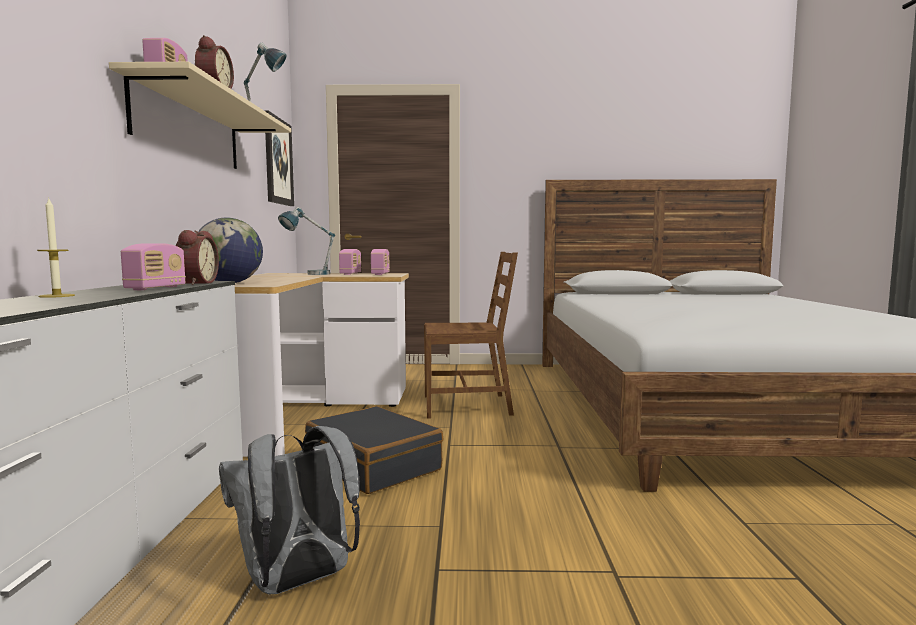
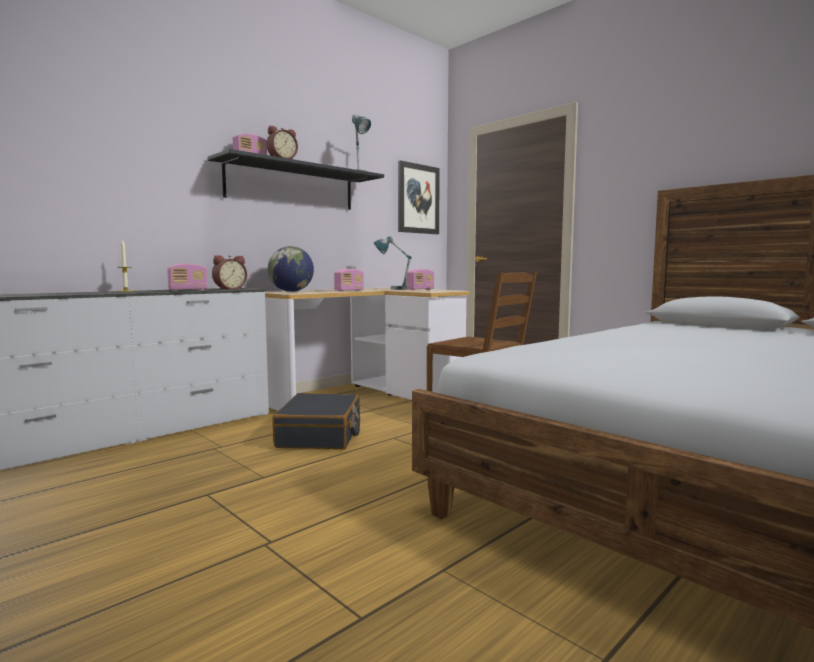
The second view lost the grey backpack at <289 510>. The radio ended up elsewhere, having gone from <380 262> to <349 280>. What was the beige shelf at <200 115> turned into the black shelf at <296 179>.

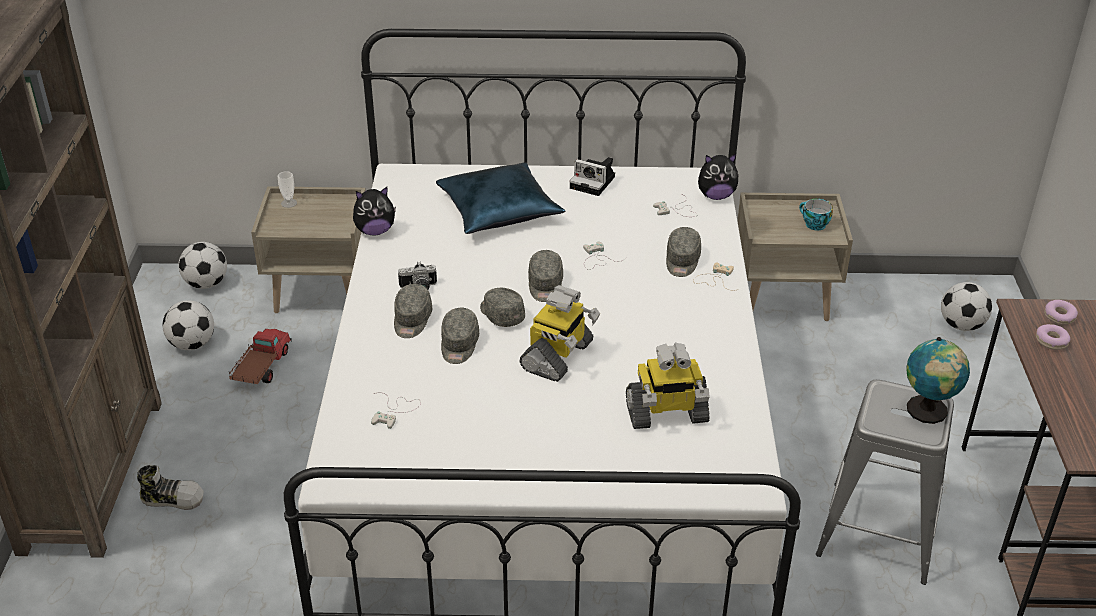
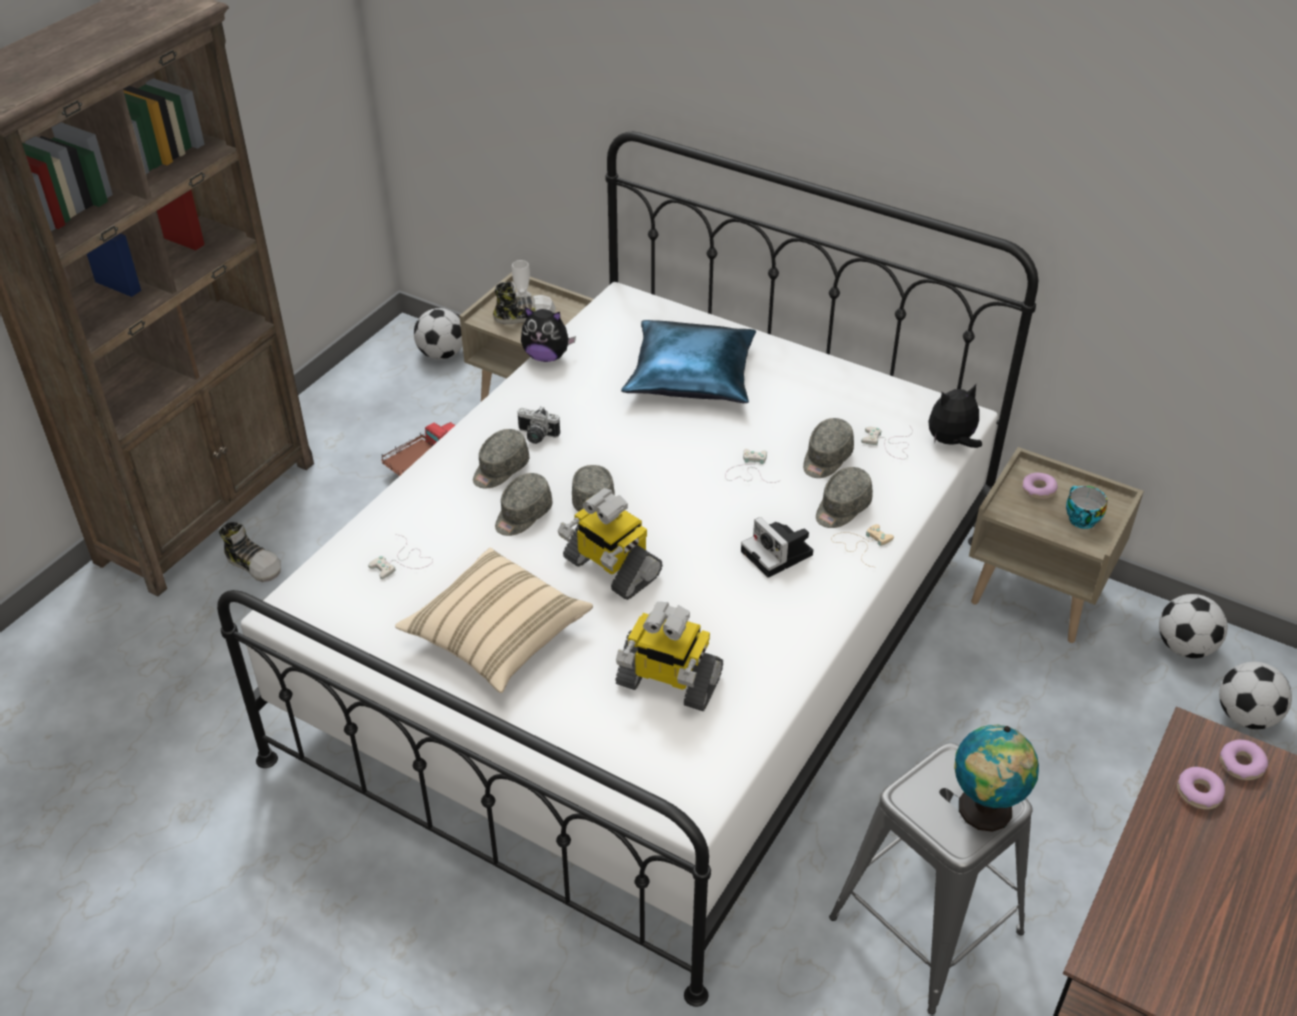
The second view gained the beige pillow at <494 620>. The second view gained the shoe at <524 302>. The second view gained the donut at <1040 486>. The football ended up elsewhere, having gone from <188 325> to <1193 626>. The grey cap ended up elsewhere, having gone from <545 276> to <828 448>. The photo camera ended up elsewhere, having gone from <592 176> to <777 547>. The toy robot at <559 333> ended up facing another way, 75 degrees clockwise from before. The plush toy at <718 177> ended up facing another way, 135 degrees clockwise from before.

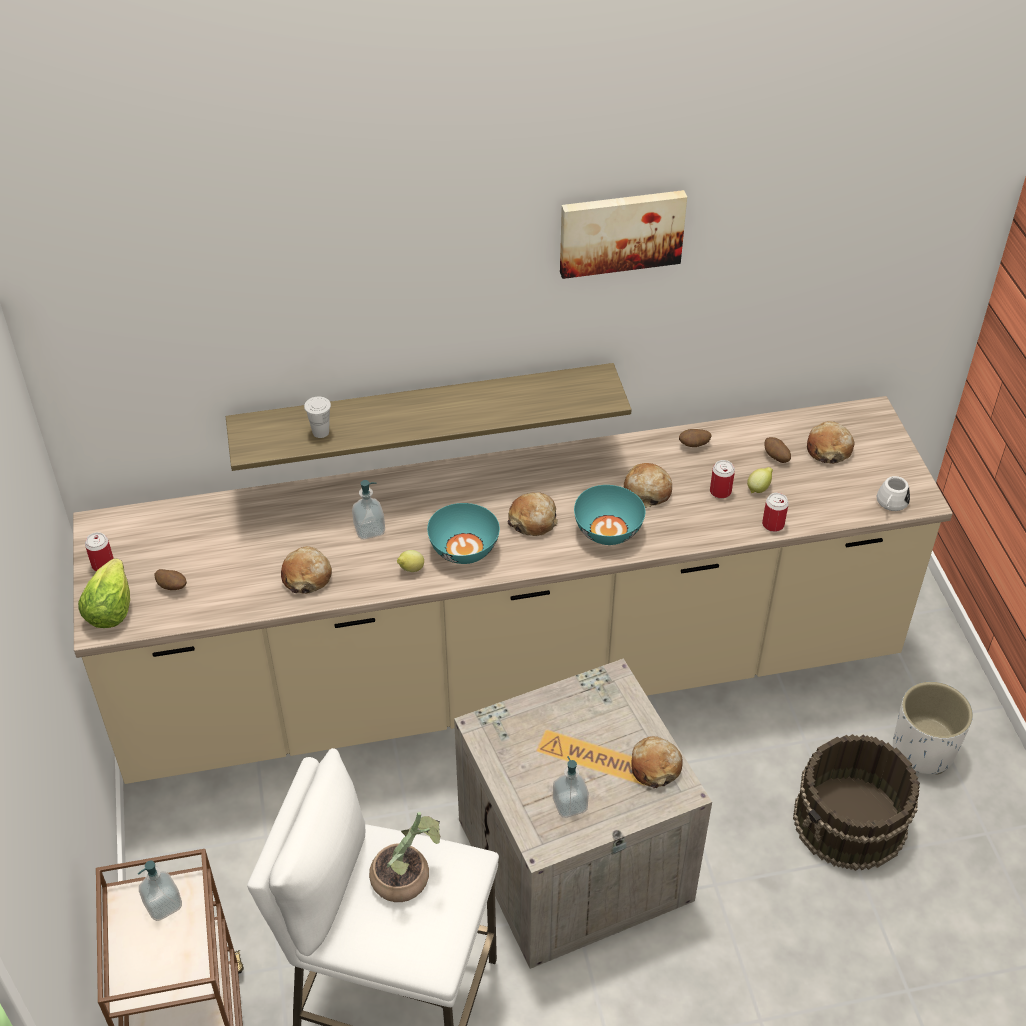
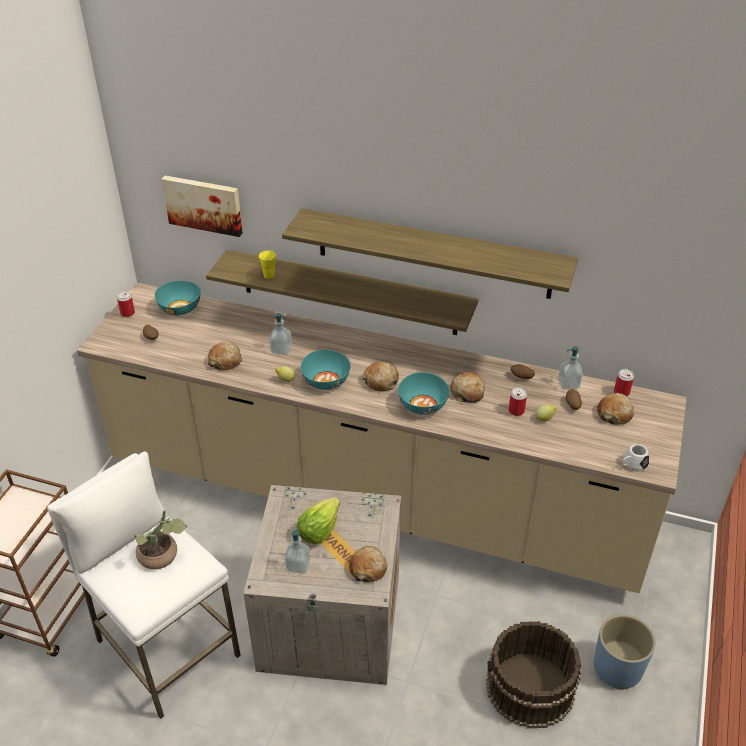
The second view gained the turquoise bowl at <178 298>. The second view gained the shelf at <430 253>. The lettuce ended up elsewhere, having gone from <104 593> to <318 521>. The soap dispenser ended up elsewhere, having gone from <160 890> to <570 367>. The picture ended up elsewhere, having gone from <623 234> to <202 206>. The can ended up elsewhere, having gone from <775 512> to <624 382>. What was the white cup at <317 417> turned into the yellow cup at <267 265>. What was the white planter at <933 728> turned into the blue planter at <625 652>.

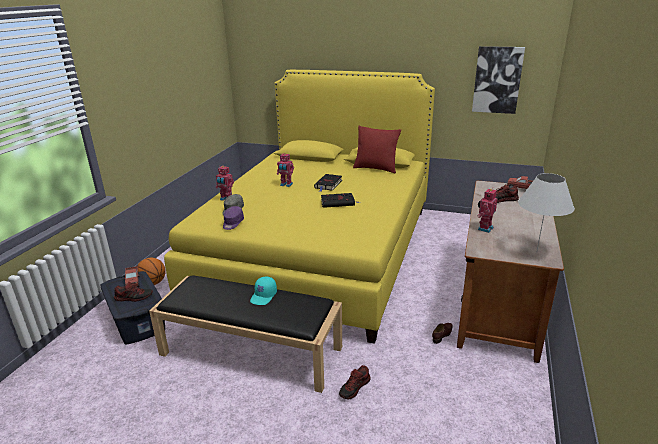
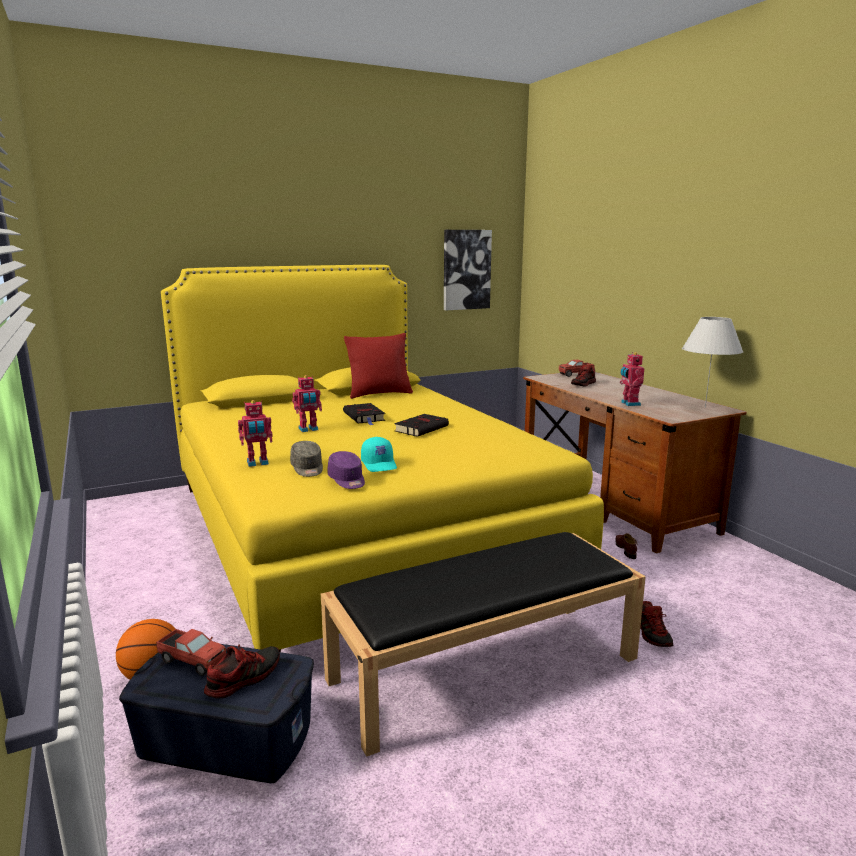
The turquoise cap ended up elsewhere, having gone from <263 291> to <379 454>.

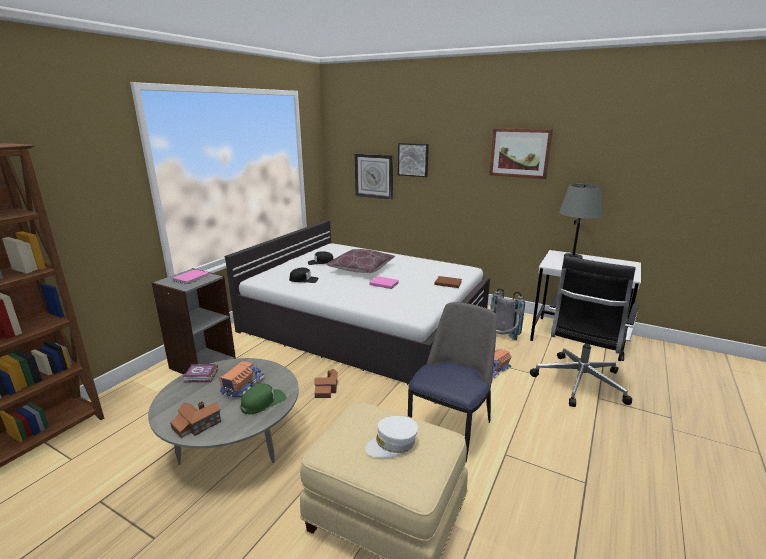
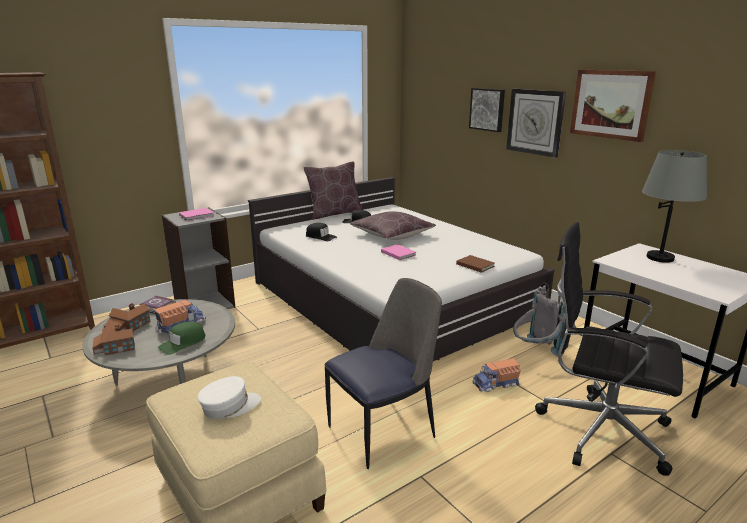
The second view gained the brown pillow at <333 191>. The toy house ended up elsewhere, having gone from <326 383> to <127 317>. The wall clock ended up elsewhere, having gone from <374 176> to <536 123>. The green cap at <263 399> ended up facing another way, 150 degrees clockwise from before. The white cap at <391 437> ended up facing another way, 150 degrees clockwise from before. The black office chair at <584 331> ended up facing another way, 60 degrees clockwise from before.

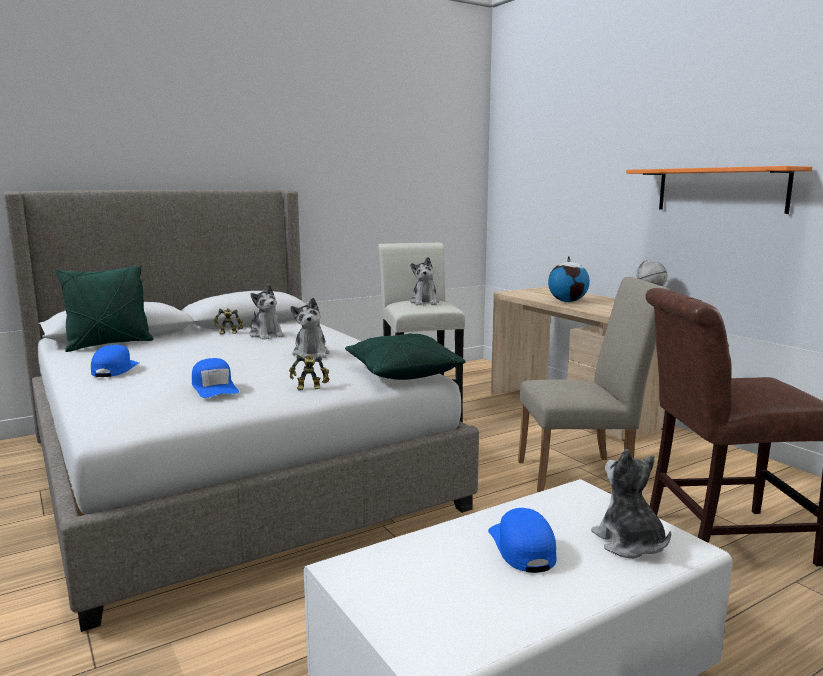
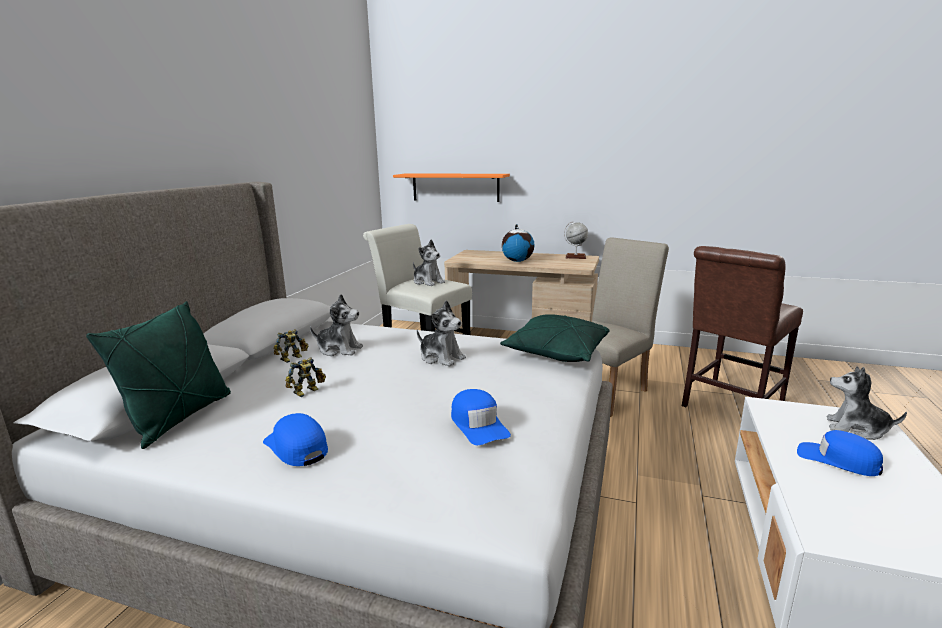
The toy robot ended up elsewhere, having gone from <309 372> to <305 377>. The orange shelf ended up elsewhere, having gone from <719 190> to <451 188>. The blue cap at <215 378> ended up facing another way, 45 degrees clockwise from before.

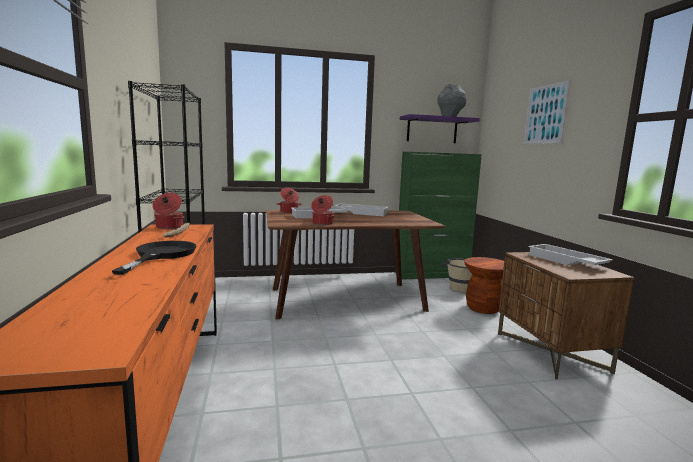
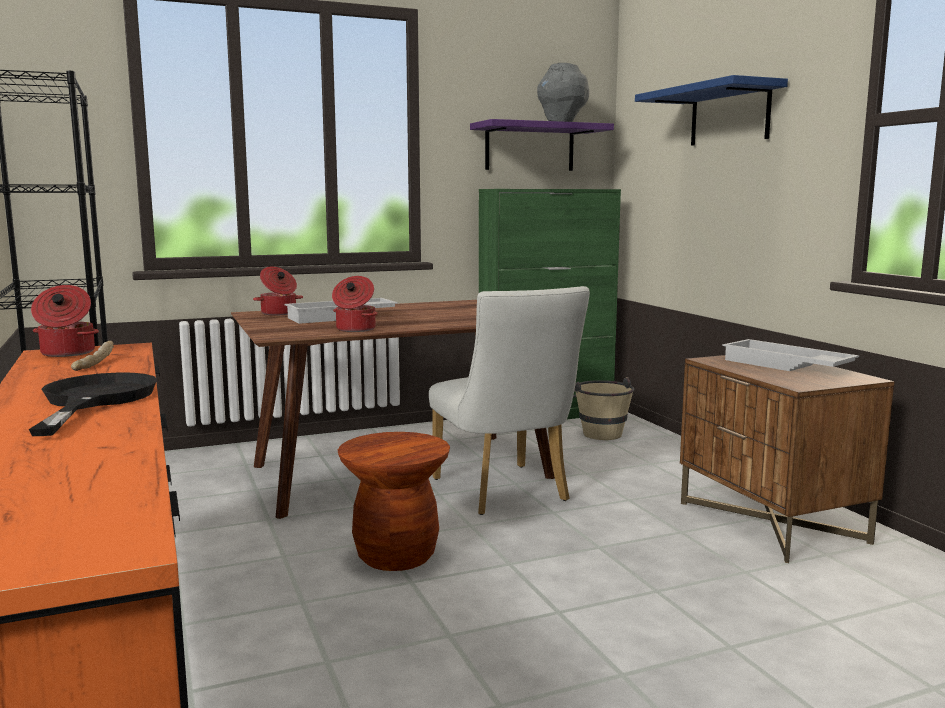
The second view lost the white tray at <361 210>. The second view gained the white chair at <509 400>. The brown stool ended up elsewhere, having gone from <484 285> to <394 501>. Where the picture hung at <547 112>, the blue shelf came to hang at <711 110>.

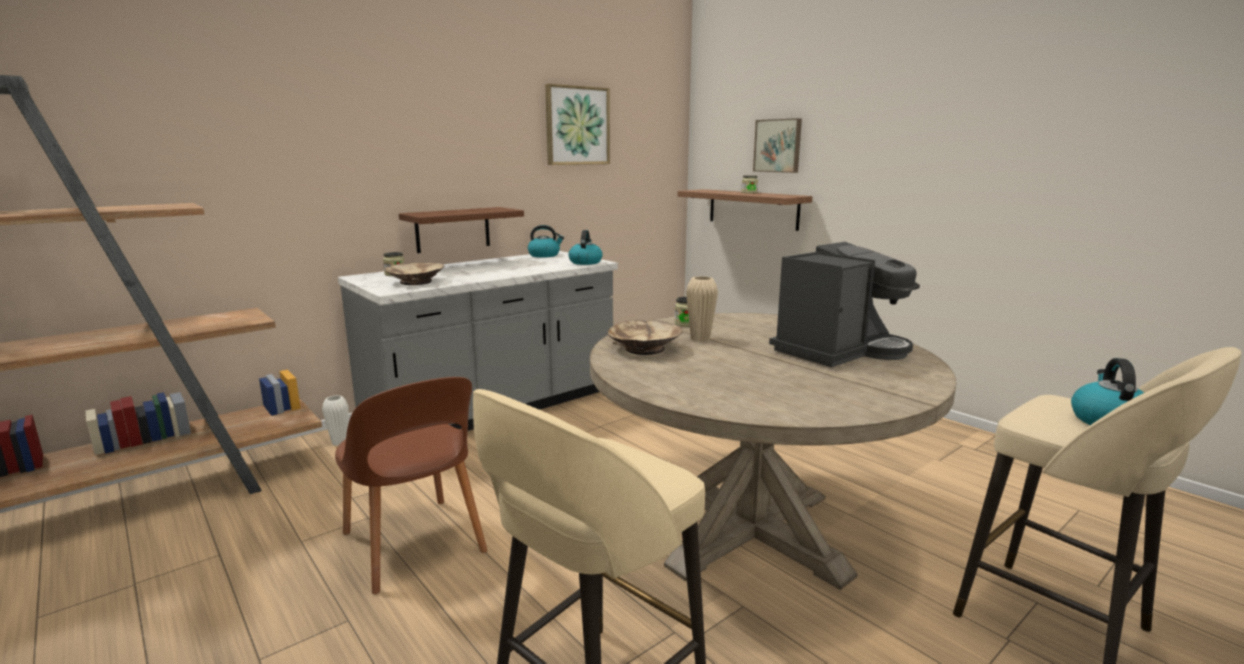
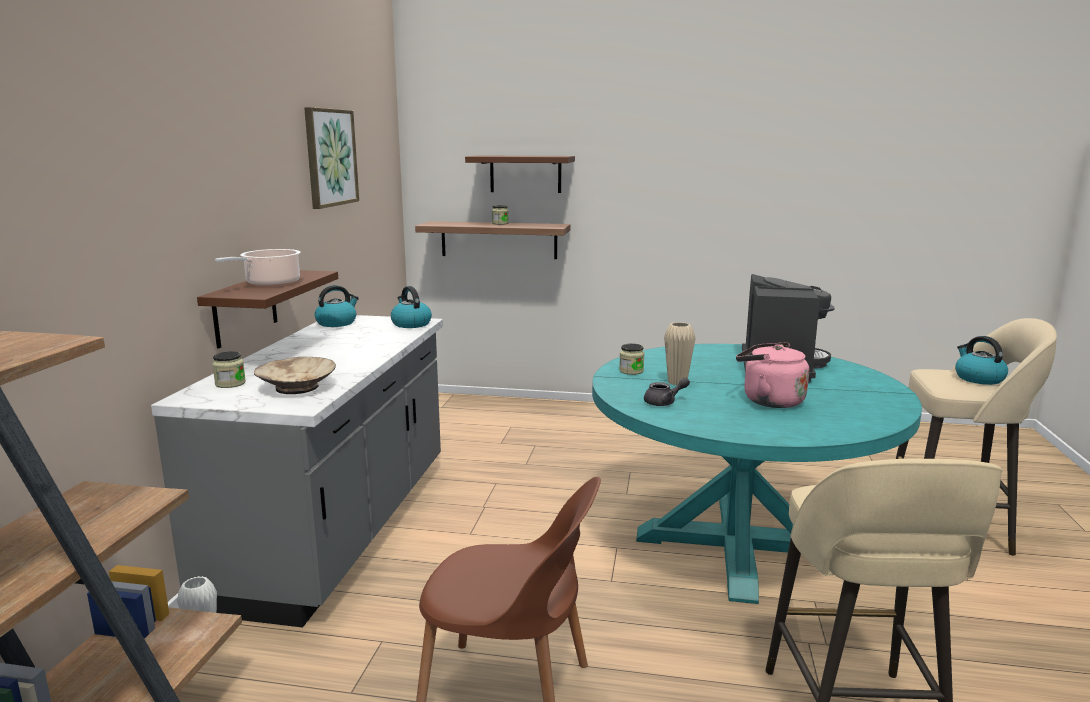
The second view gained the cooking pot at <258 268>. The second view gained the pink kettle at <772 375>. Where the beige bowl stood at <645 337>, the grey teapot came to stand at <667 391>. Where the picture hung at <777 145>, the brown shelf came to hang at <520 174>. What was the beige dining table at <773 451> turned into the turquoise dining table at <757 474>.

